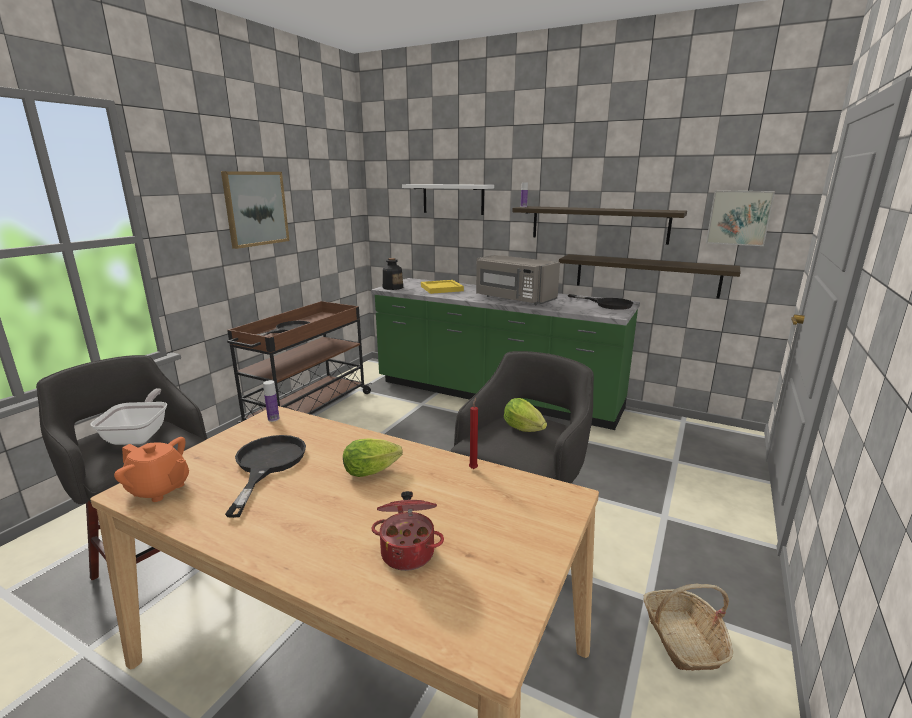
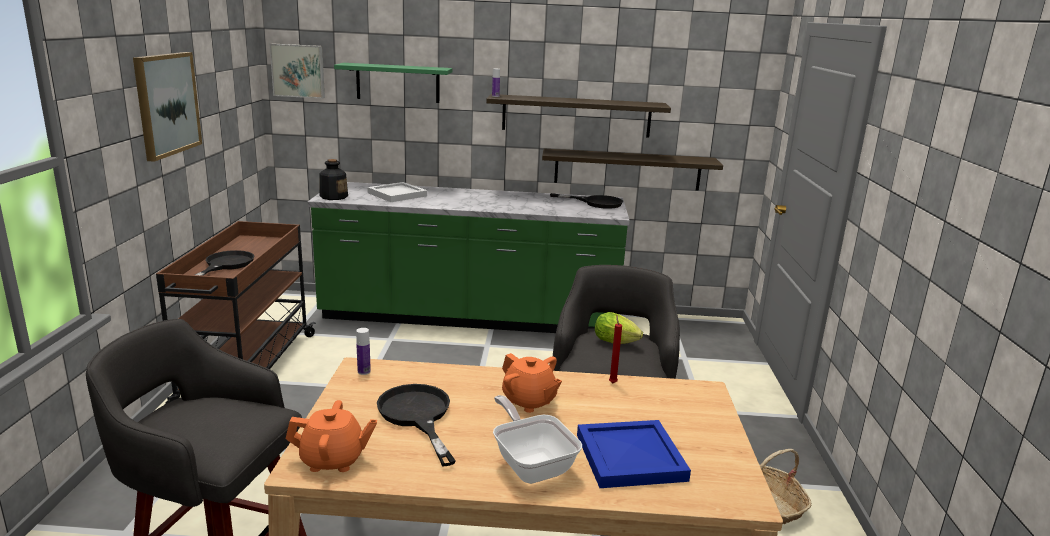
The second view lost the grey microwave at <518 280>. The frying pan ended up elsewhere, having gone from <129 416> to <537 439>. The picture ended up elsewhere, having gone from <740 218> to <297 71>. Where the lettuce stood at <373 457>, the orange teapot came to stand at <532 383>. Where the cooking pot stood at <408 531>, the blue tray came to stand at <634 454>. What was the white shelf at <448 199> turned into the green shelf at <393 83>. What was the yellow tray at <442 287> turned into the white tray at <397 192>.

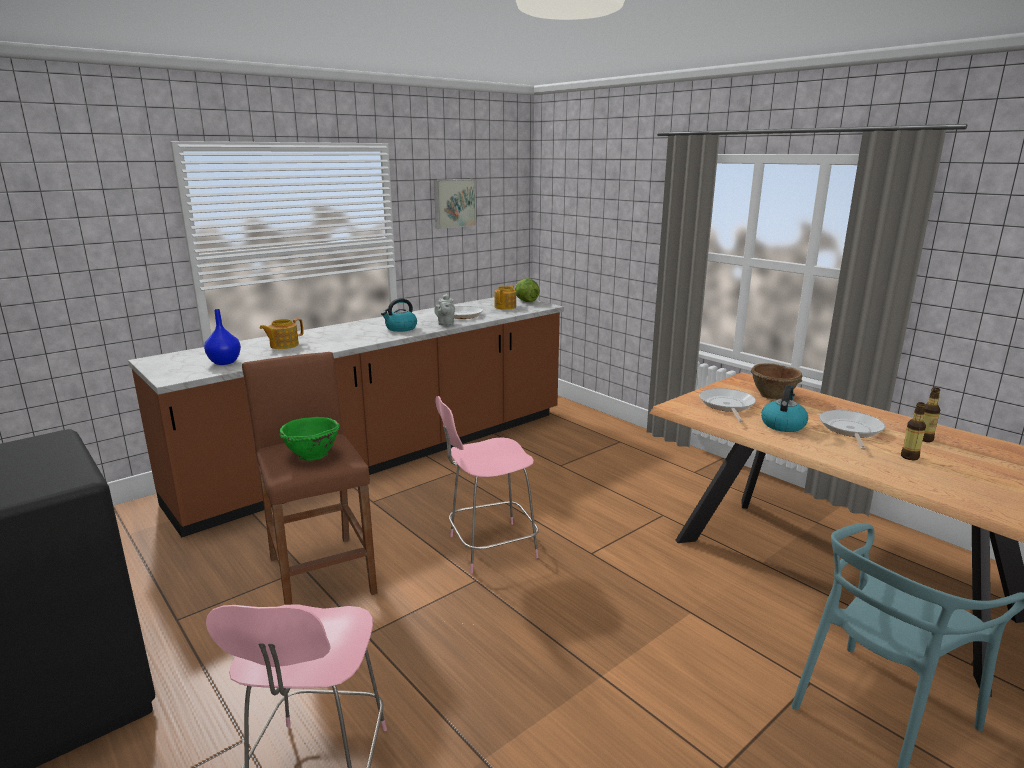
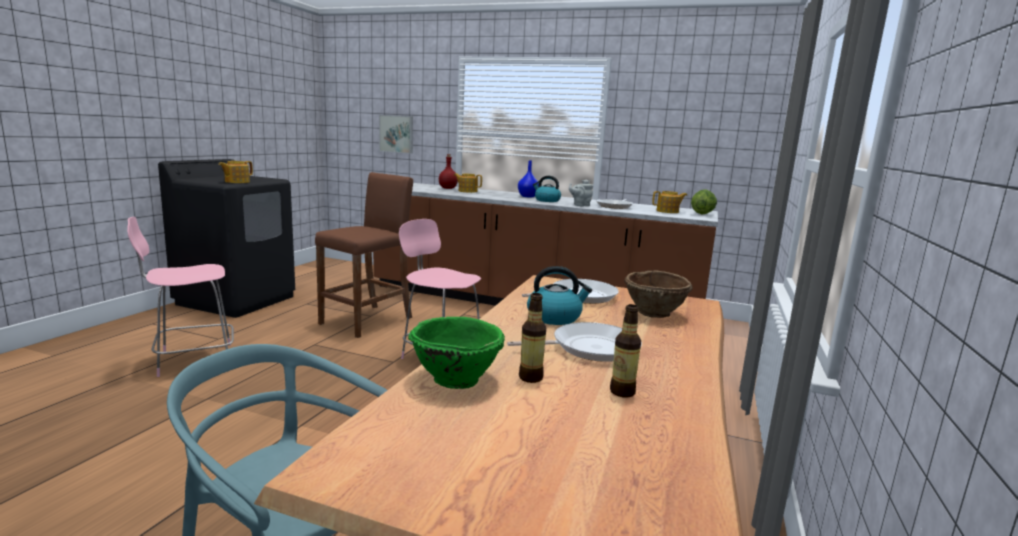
The second view gained the teapot at <236 172>. The second view gained the red bottle at <448 171>. The blue vase ended up elsewhere, having gone from <222 337> to <528 178>. The green bowl ended up elsewhere, having gone from <310 439> to <456 353>. The picture ended up elsewhere, having gone from <455 204> to <396 134>.

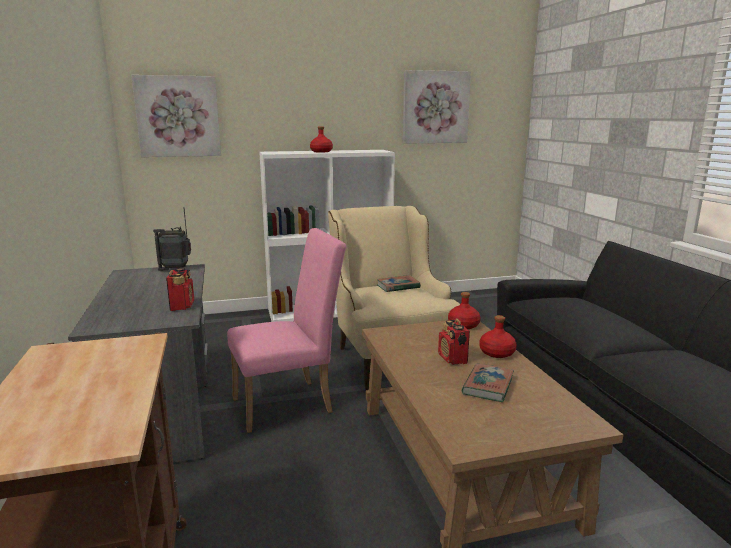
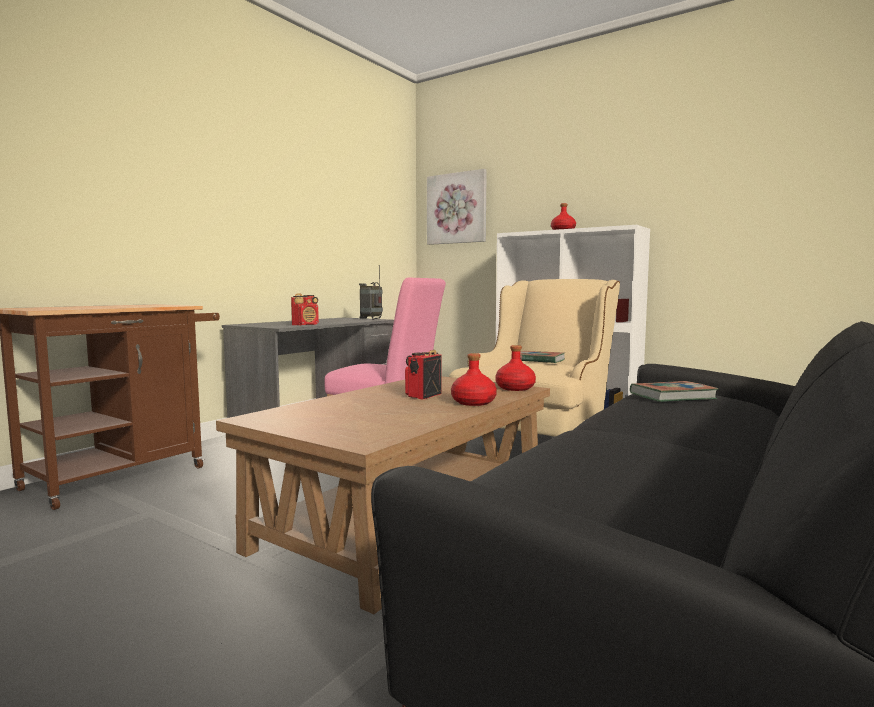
The second view lost the picture at <437 107>. The book ended up elsewhere, having gone from <488 383> to <674 391>.

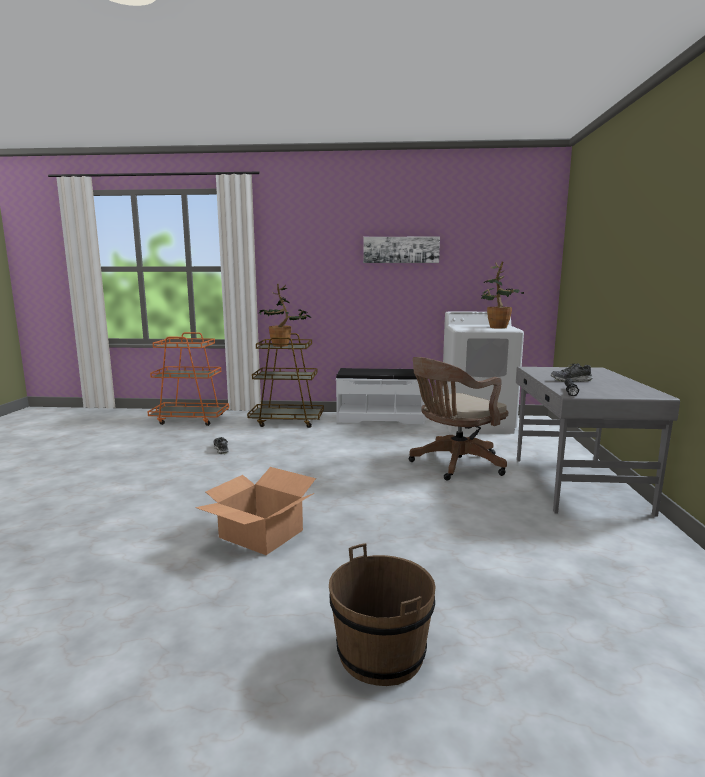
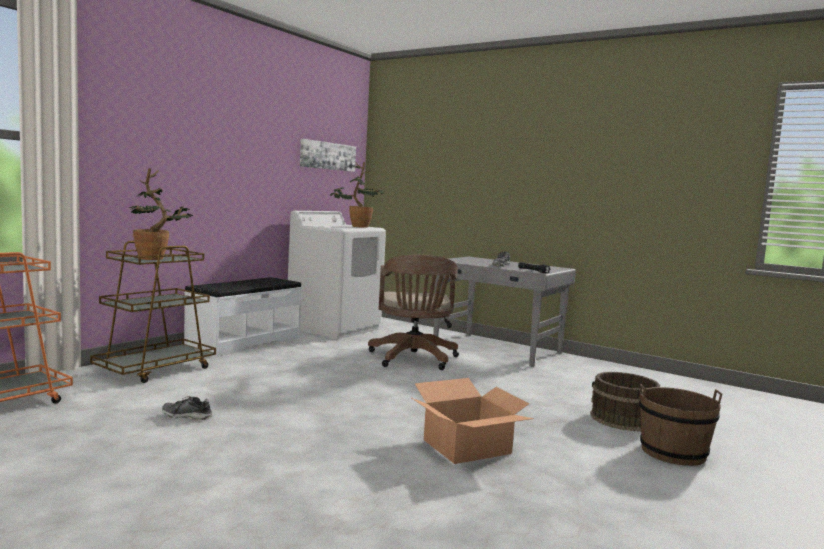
The second view gained the brown bucket at <625 401>. The picture ended up elsewhere, having gone from <401 249> to <328 155>.

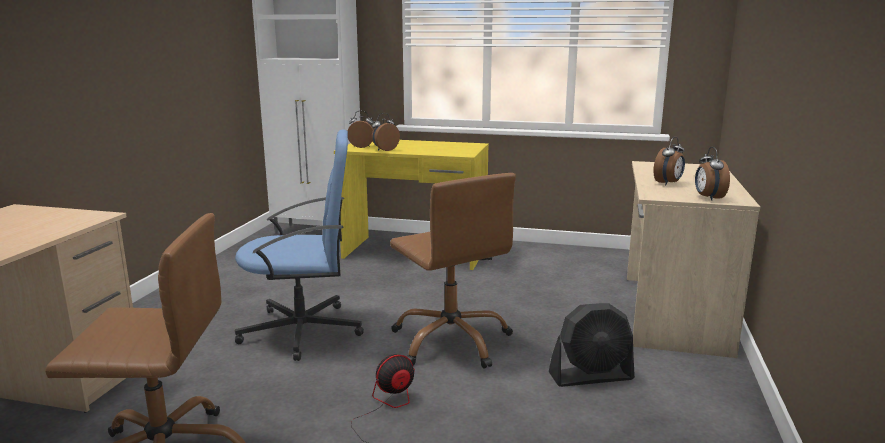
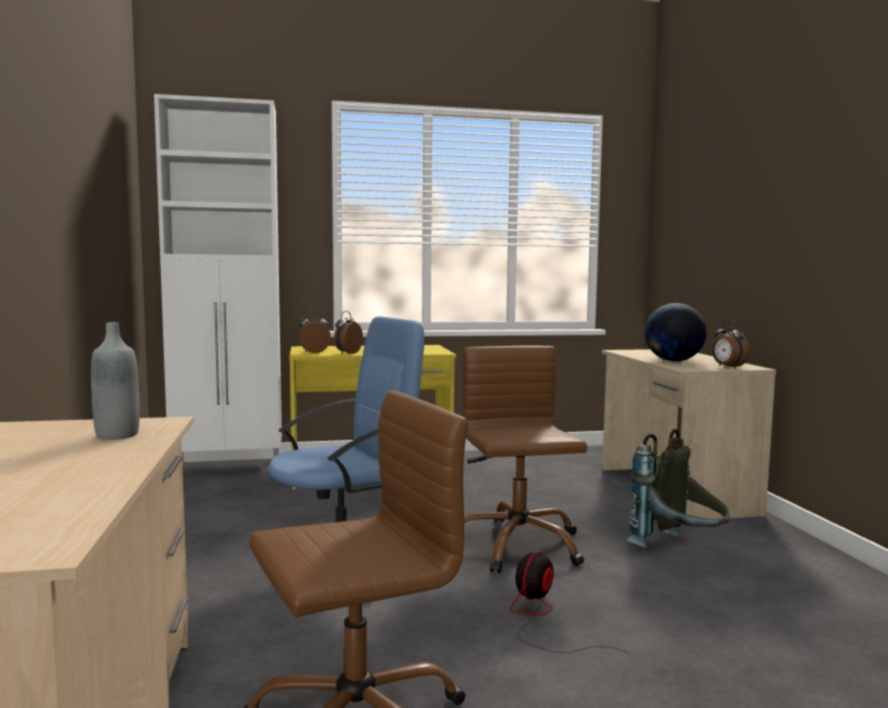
The second view gained the grey bottle at <115 381>. Where the black fan stood at <592 345>, the grey backpack came to stand at <677 489>. Where the alarm clock stood at <669 161>, the globe came to stand at <676 332>. The brown office chair at <453 271> ended up facing another way, 135 degrees counterclockwise from before.

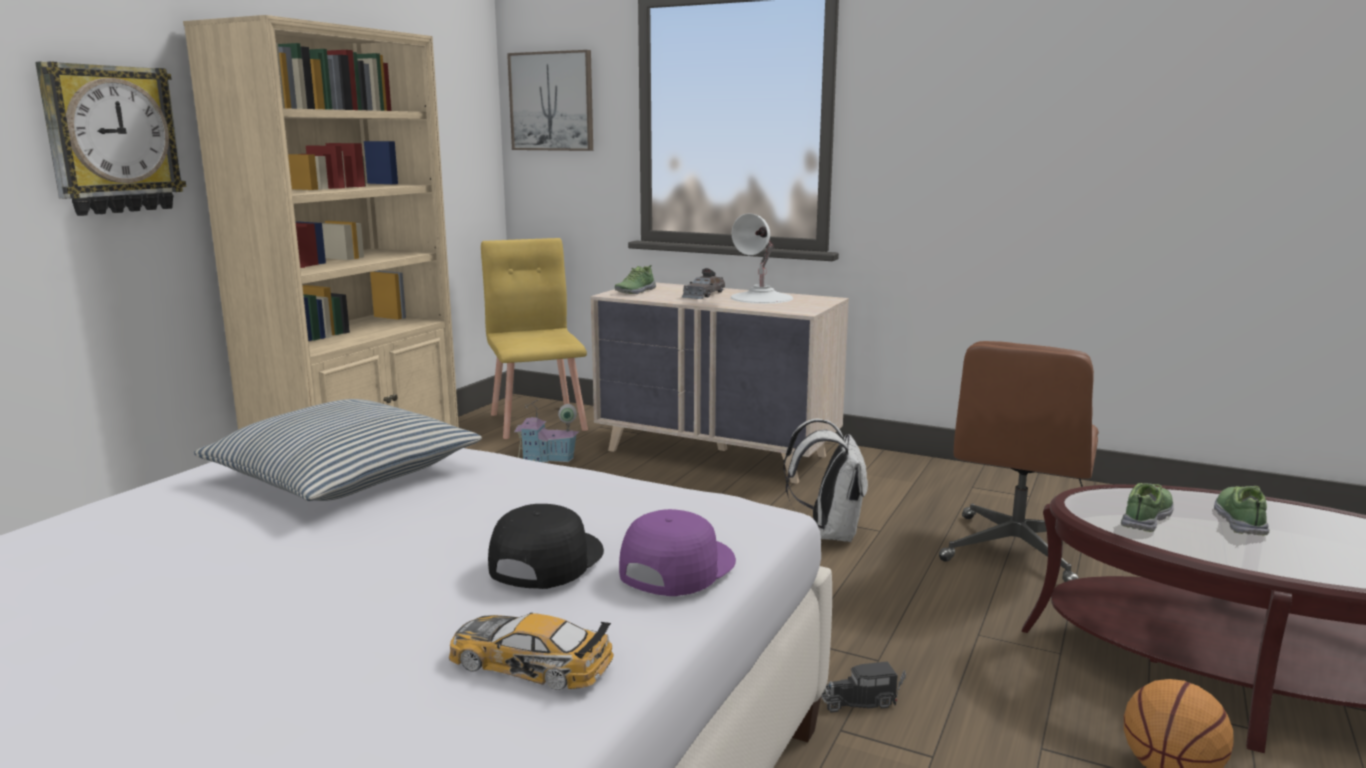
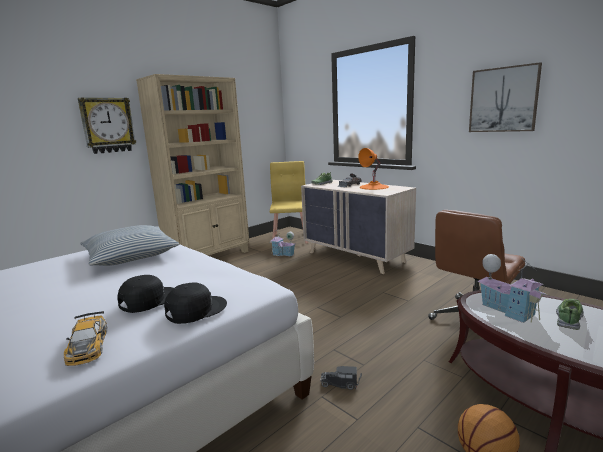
The second view lost the white backpack at <825 480>. The picture ended up elsewhere, having gone from <550 100> to <505 97>. Where the shoe stood at <1147 507>, the toy house came to stand at <512 288>. What was the purple cap at <677 552> turned into the black cap at <195 303>. What was the white table lamp at <761 258> turned into the orange table lamp at <373 169>. The toy car at <531 651> ended up facing another way, 150 degrees counterclockwise from before.

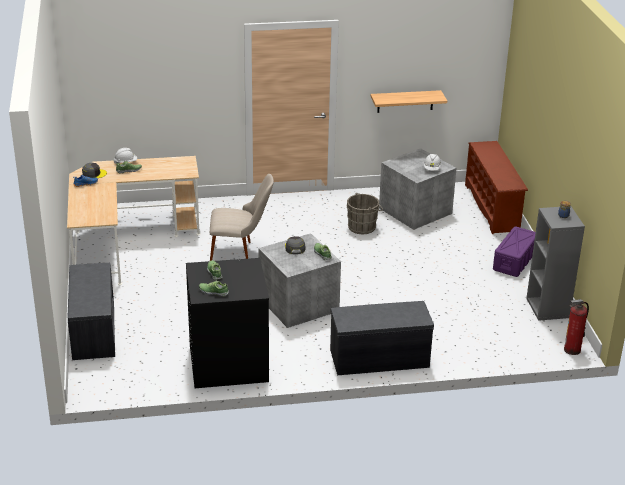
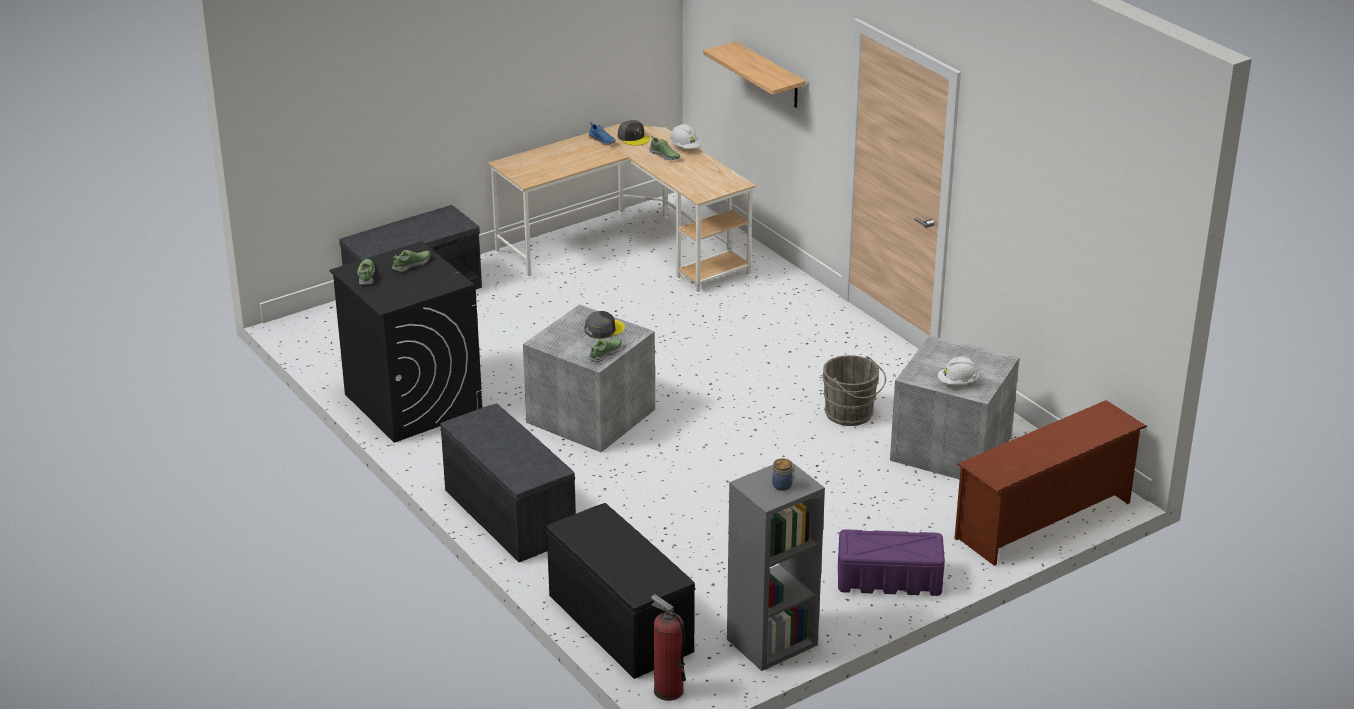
The second view lost the beige chair at <242 217>. The second view gained the black bench at <620 591>. The shelf ended up elsewhere, having gone from <409 101> to <754 74>.

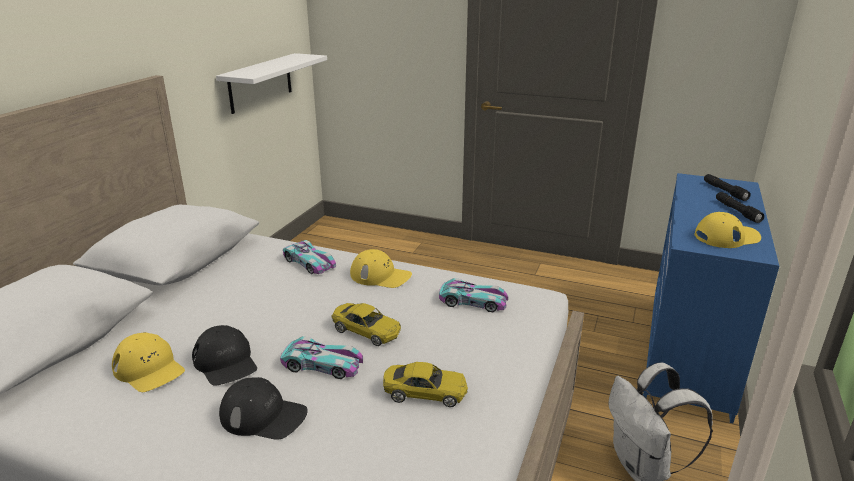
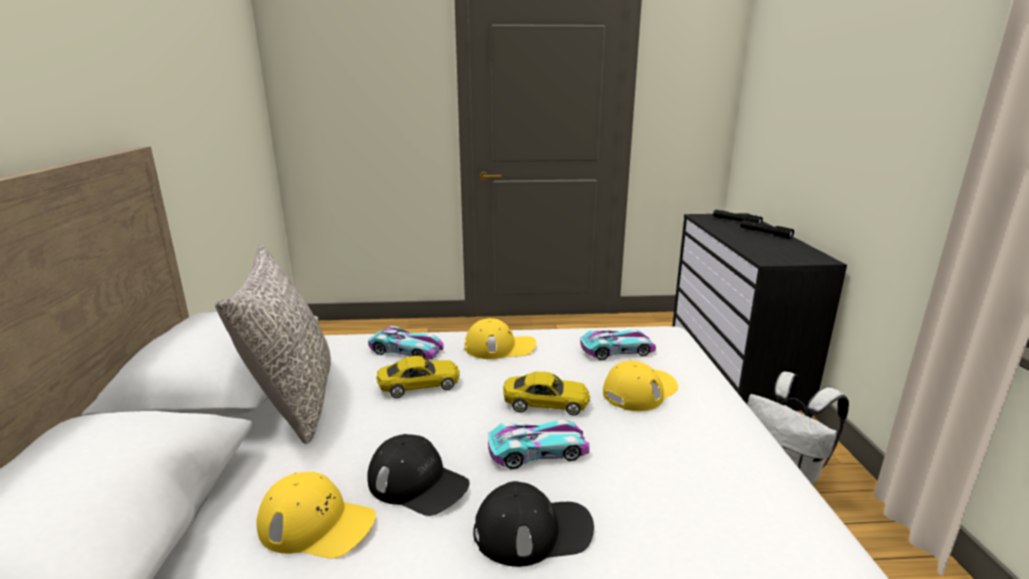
The second view lost the white shelf at <271 83>. The second view gained the grey pillow at <273 344>. The yellow toy car ended up elsewhere, having gone from <425 384> to <418 377>. The yellow cap ended up elsewhere, having gone from <728 230> to <640 385>. What was the blue dresser at <711 298> turned into the black dresser at <759 313>.

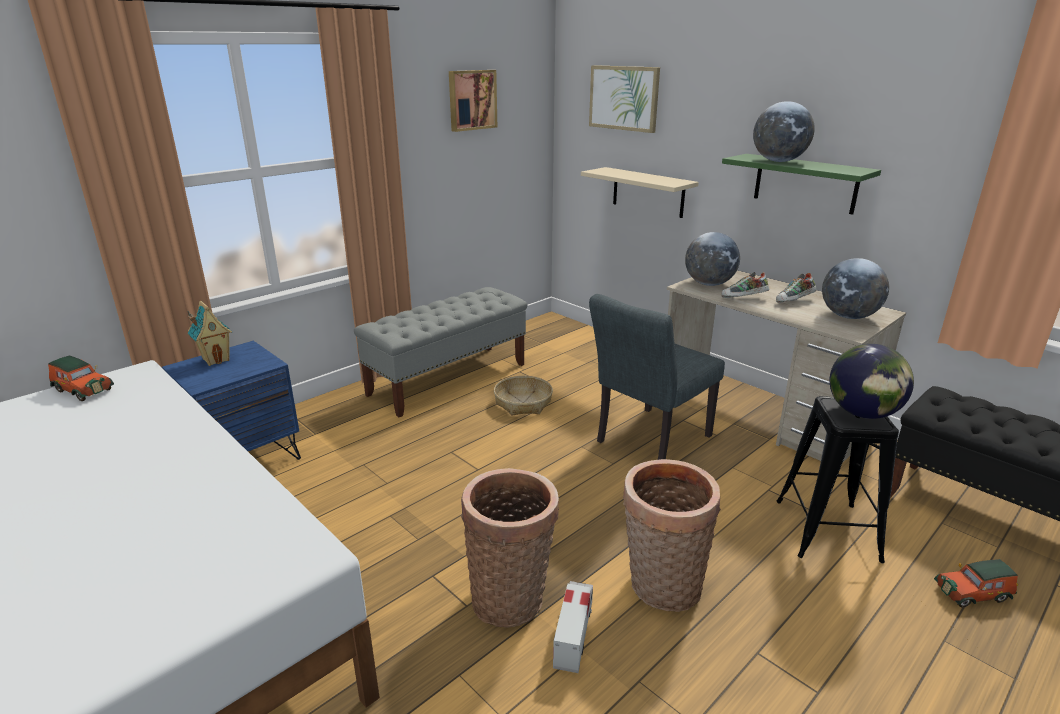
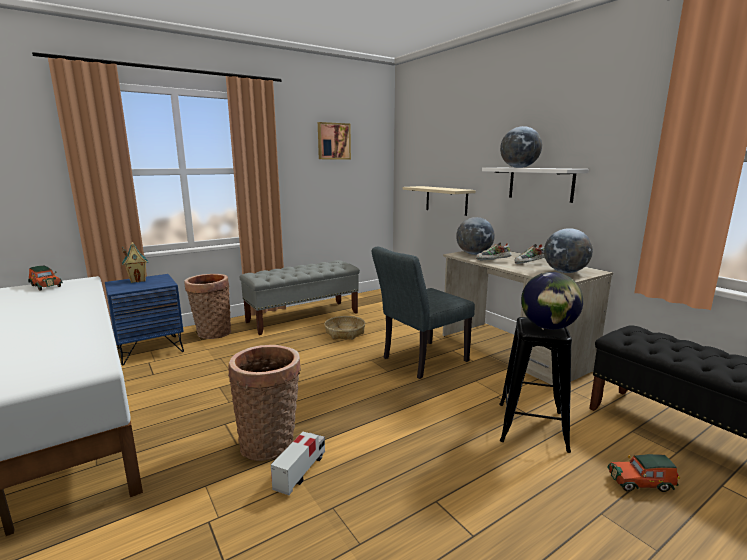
The second view lost the picture at <624 99>. The basket ended up elsewhere, having gone from <672 535> to <207 306>. What was the green shelf at <801 184> turned into the white shelf at <535 185>.

